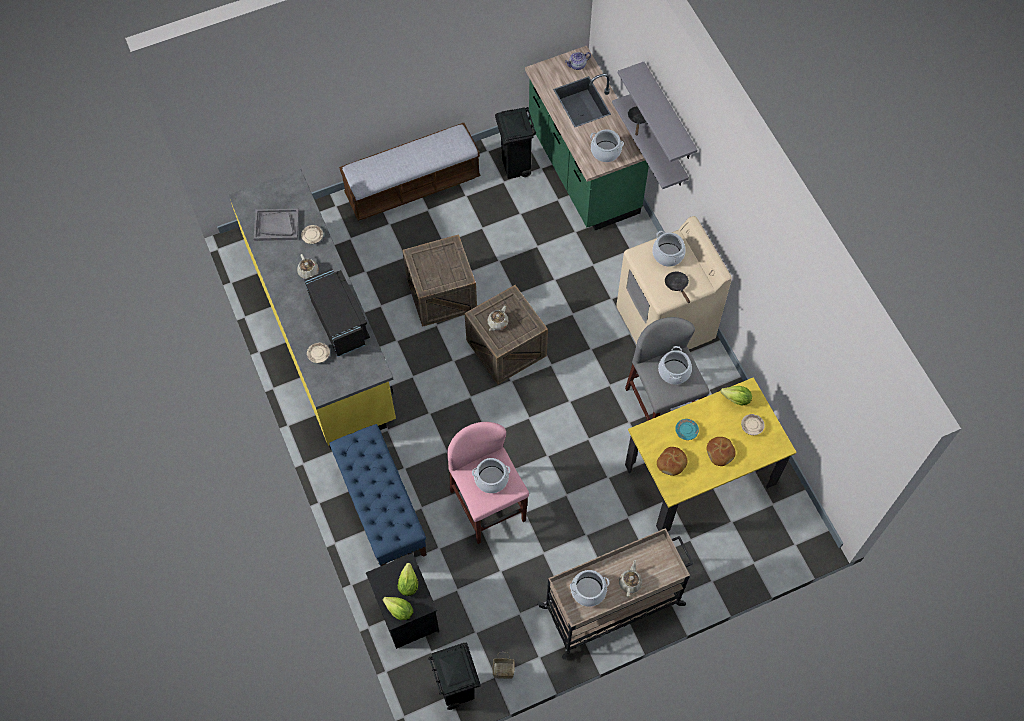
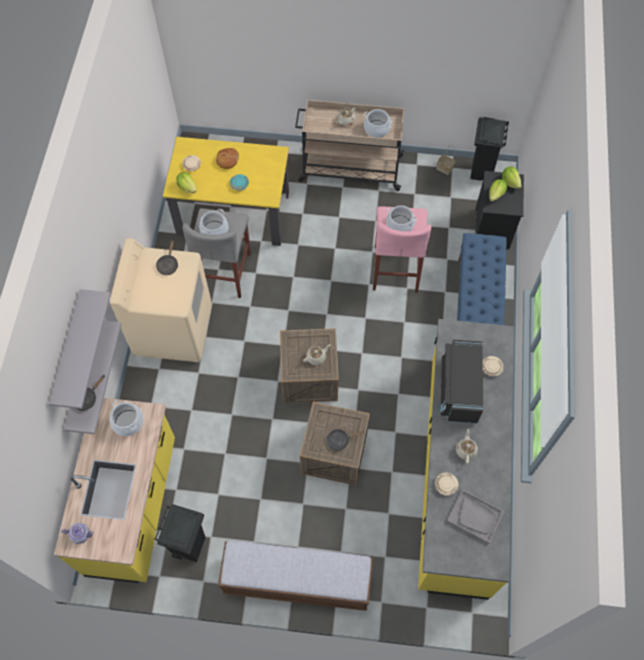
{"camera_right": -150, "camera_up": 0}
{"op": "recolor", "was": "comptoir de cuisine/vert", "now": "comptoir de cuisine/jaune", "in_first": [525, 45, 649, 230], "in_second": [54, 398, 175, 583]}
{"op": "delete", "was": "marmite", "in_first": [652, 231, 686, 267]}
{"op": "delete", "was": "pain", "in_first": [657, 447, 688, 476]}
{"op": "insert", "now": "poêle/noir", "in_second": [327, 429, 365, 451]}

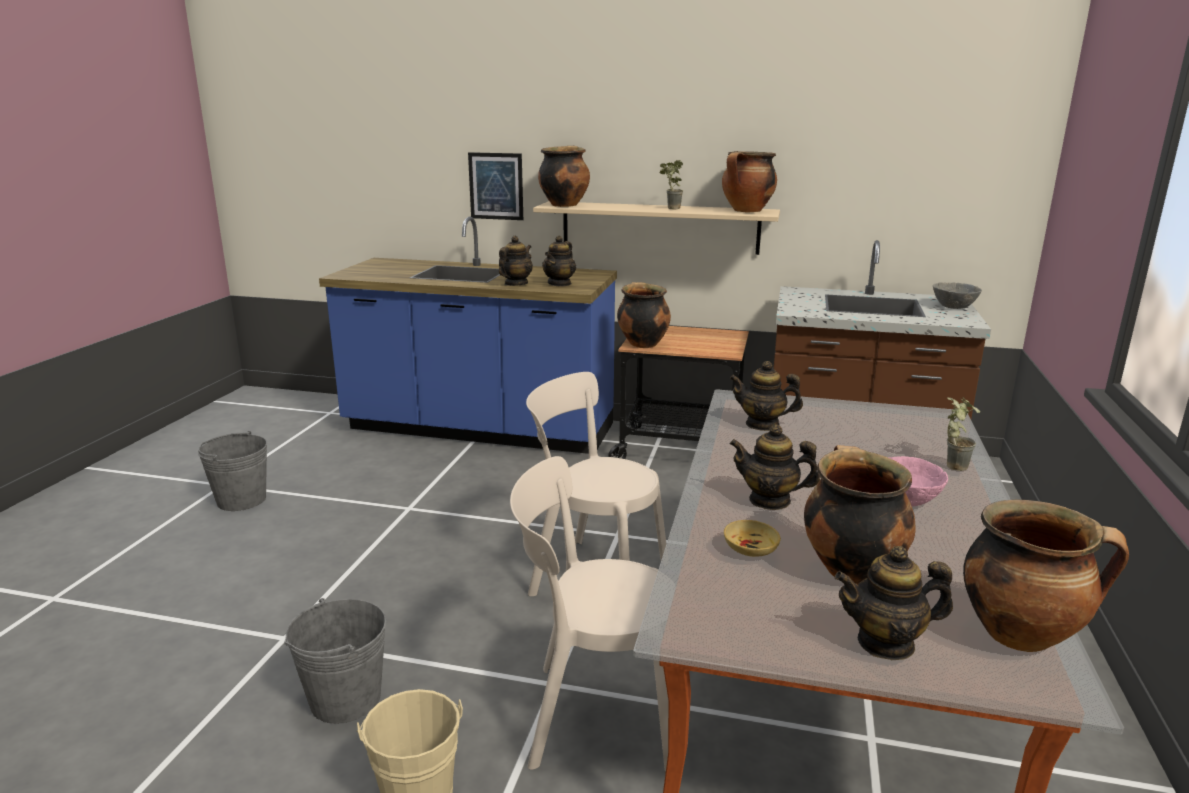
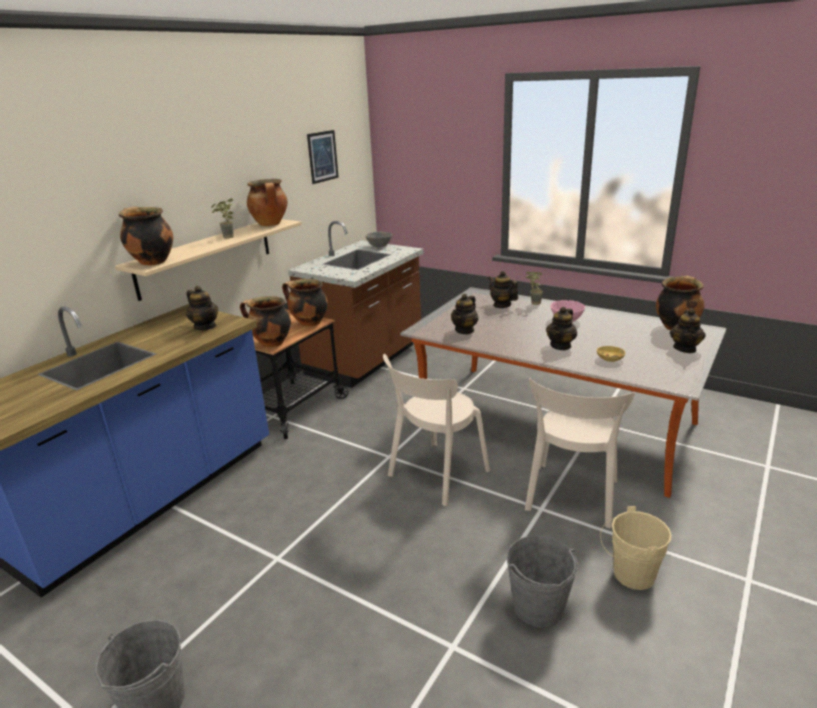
{"camera_right": -70, "camera_up": 5}
{"op": "move", "was": "tableau", "in_first": [468, 152, 523, 220], "in_second": [307, 130, 339, 184]}
{"op": "move", "was": "théière", "in_first": [499, 236, 533, 286], "in_second": [488, 271, 518, 308]}
{"op": "move", "was": "marmite", "in_first": [804, 445, 916, 584], "in_second": [282, 279, 328, 326]}

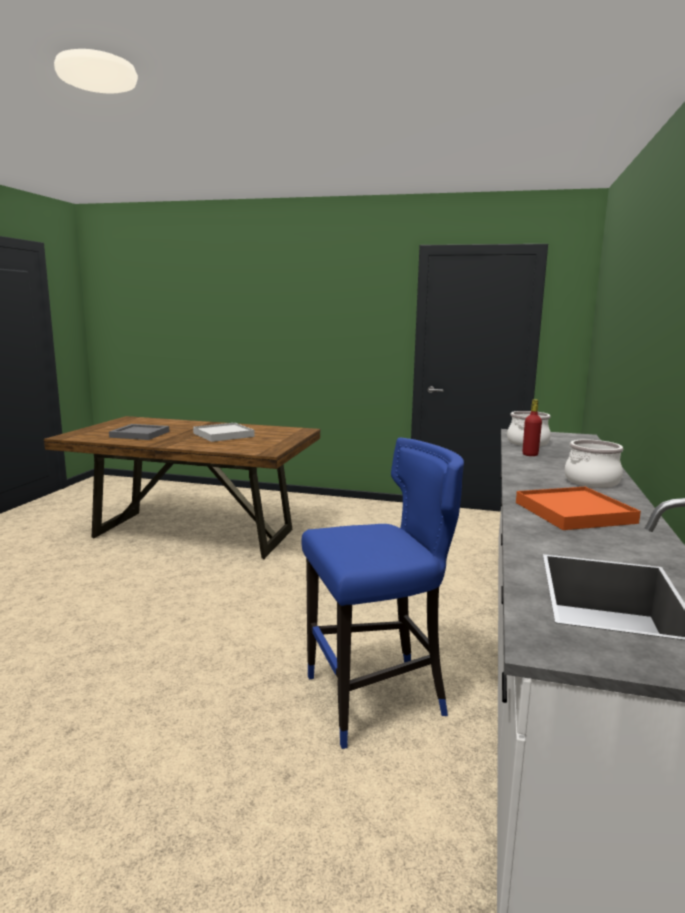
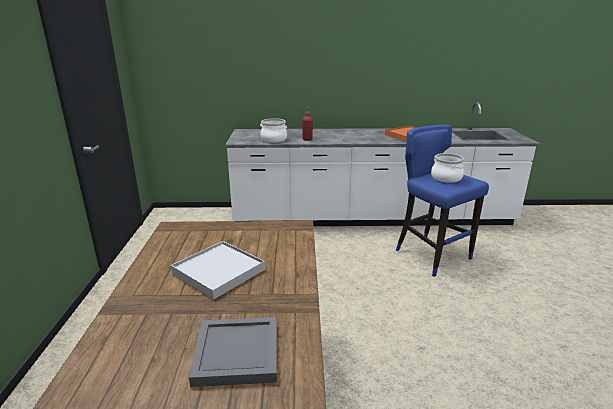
{"camera_right": -105, "camera_up": 10}
{"op": "move", "was": "marmite", "in_first": [565, 439, 623, 488], "in_second": [431, 153, 464, 183]}

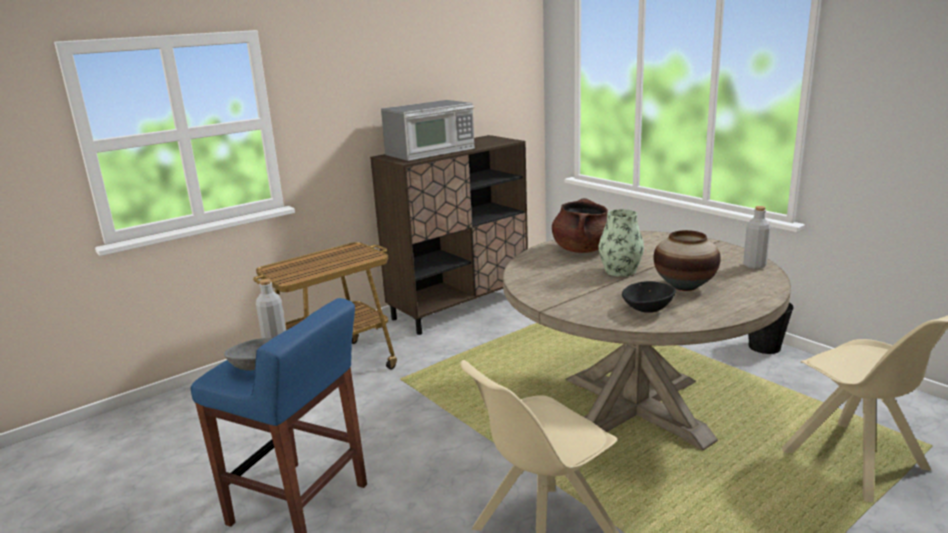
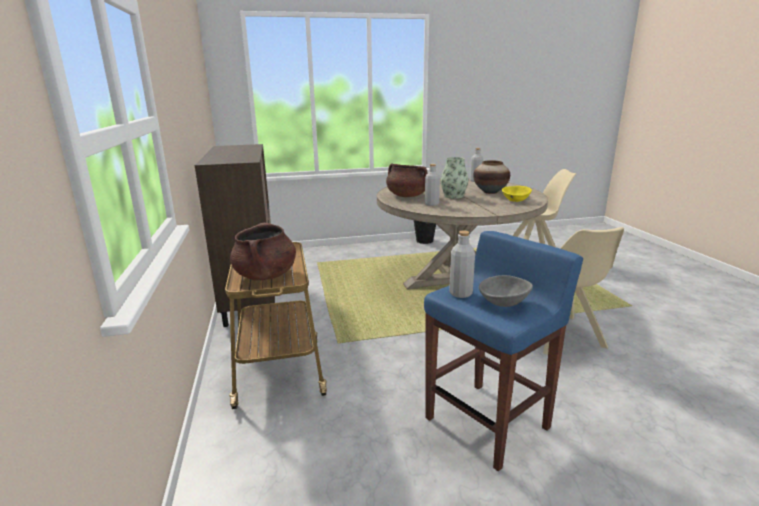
{"camera_right": -65, "camera_up": 0}
{"op": "delete", "was": "micro-ondes", "in_first": [381, 100, 475, 161]}
{"op": "recolor", "was": "bol/noir", "now": "bol/jaune", "in_first": [622, 281, 676, 313], "in_second": [502, 186, 532, 202]}
{"op": "insert", "now": "marmite/marron", "in_second": [230, 223, 296, 281]}
{"op": "insert", "now": "bouteille/gris", "in_second": [425, 164, 440, 206]}

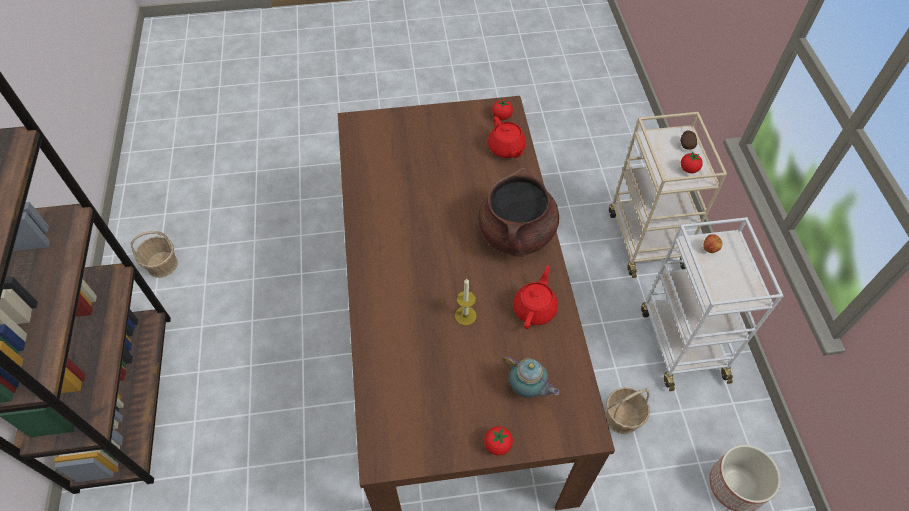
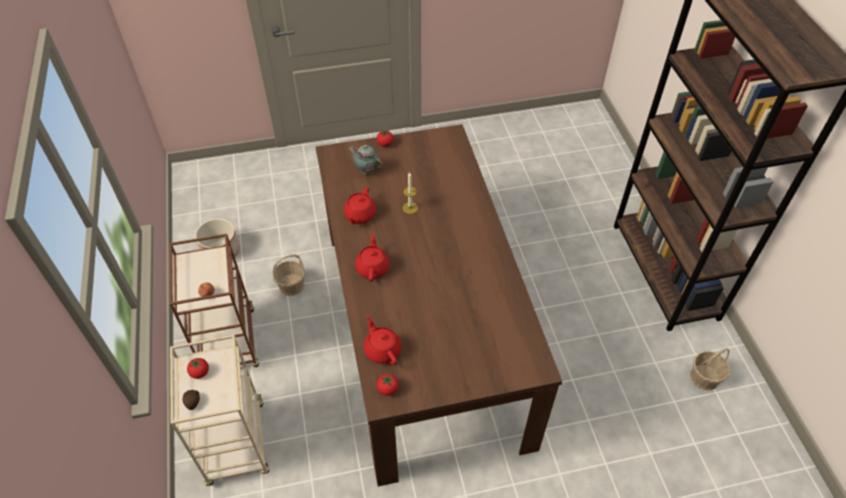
{"camera_right": 175, "camera_up": -5}
{"op": "replace", "was": "marmite/marron", "now": "théière/rouge", "in_first": [479, 167, 559, 257], "in_second": [355, 233, 390, 282]}
{"op": "recolor", "was": "chariot/blanc", "now": "chariot/marron", "in_first": [641, 217, 783, 391], "in_second": [169, 234, 259, 367]}

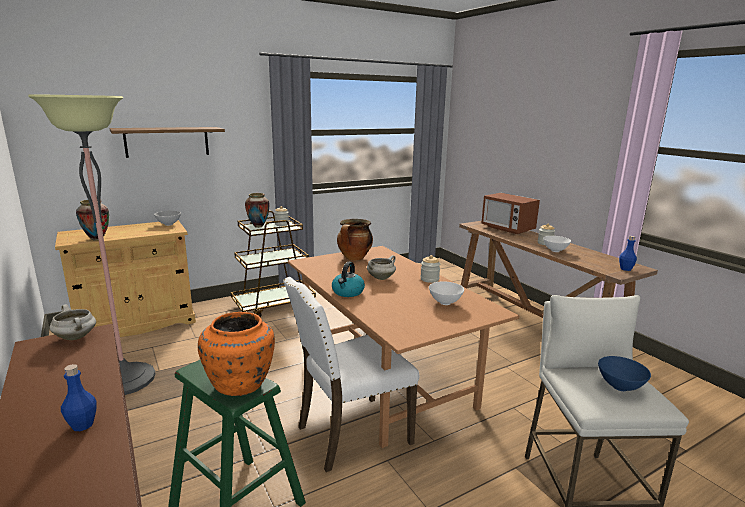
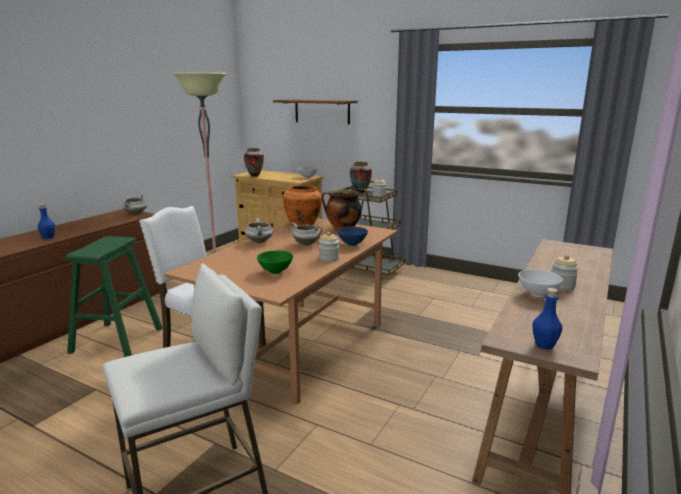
{"camera_right": 60, "camera_up": 0}
{"op": "move", "was": "vase/orange", "in_first": [198, 312, 275, 396], "in_second": [283, 185, 322, 226]}
{"op": "replace", "was": "bouilloire", "now": "marmite/blanc", "in_first": [332, 262, 365, 297], "in_second": [244, 218, 273, 243]}
{"op": "recolor", "was": "bol/blanc", "now": "bol/vert", "in_first": [429, 281, 464, 305], "in_second": [257, 251, 293, 274]}
{"op": "delete", "was": "micro-ondes", "in_first": [481, 193, 540, 234]}
{"op": "move", "was": "bol/bleu", "in_first": [598, 356, 651, 391], "in_second": [337, 227, 368, 246]}

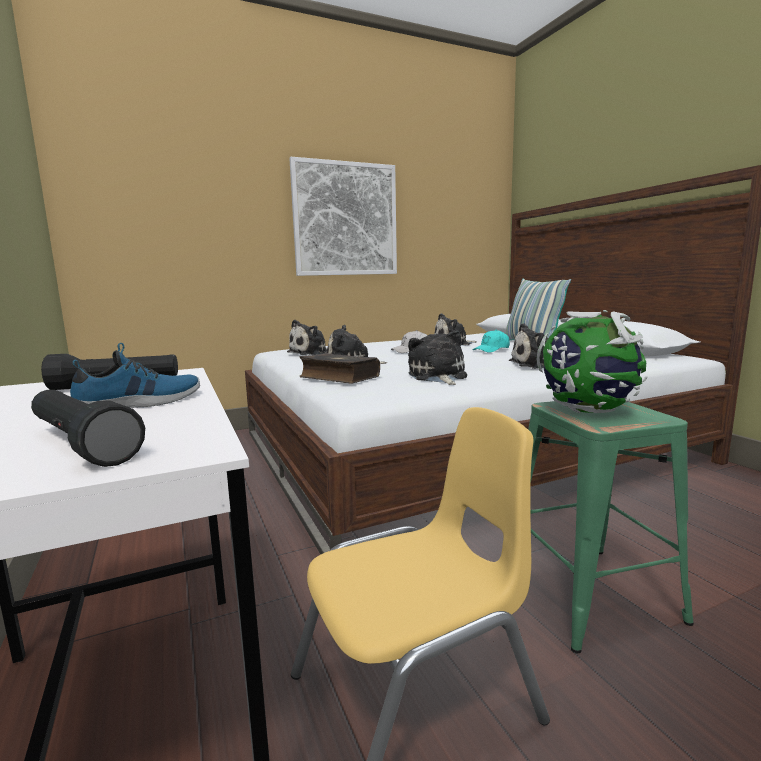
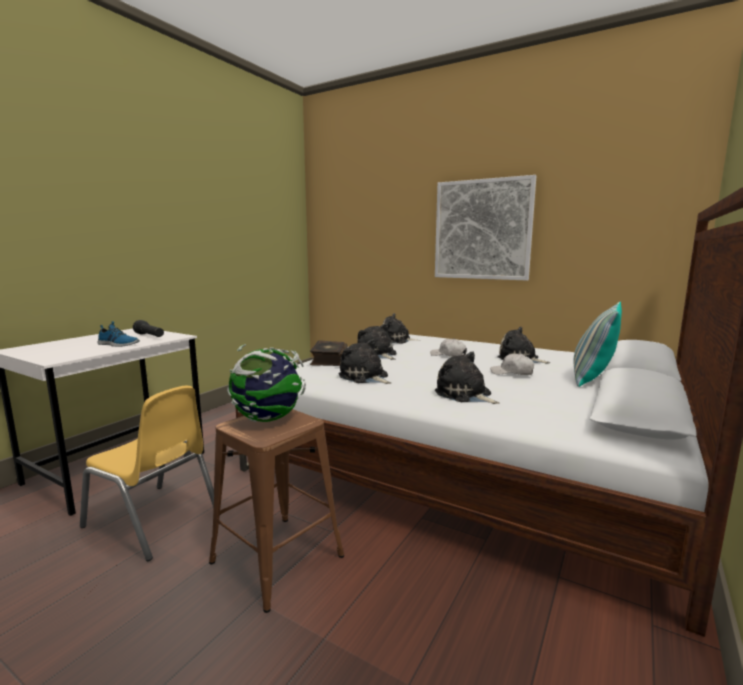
{"camera_right": 55, "camera_up": 0}
{"op": "delete", "was": "lampe de poche/noir", "in_first": [31, 390, 145, 467]}
{"op": "rotate", "was": "peluche", "in_first": [408, 330, 467, 385], "in_second": [339, 339, 391, 384], "clockwise": -90}
{"op": "recolor", "was": "casquette/turquoise", "now": "casquette/blanc", "in_first": [473, 330, 510, 353], "in_second": [490, 353, 534, 375]}
{"op": "recolor", "was": "tabouret/vert", "now": "tabouret/marron", "in_first": [528, 401, 694, 653], "in_second": [209, 409, 344, 613]}

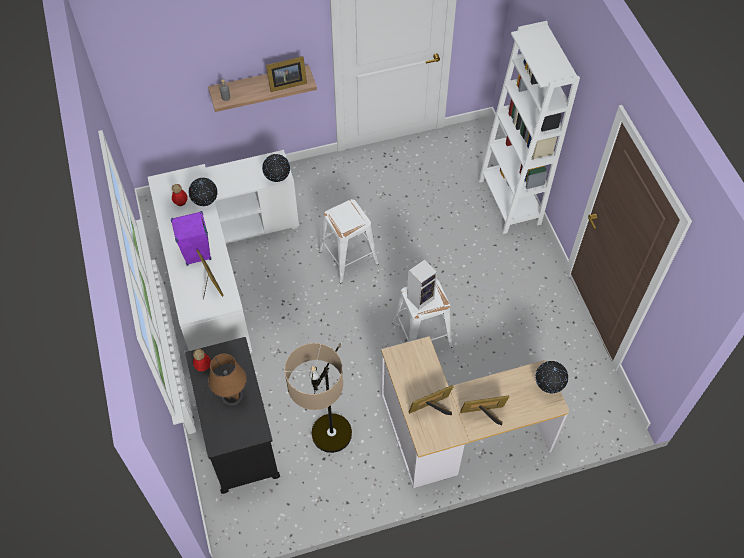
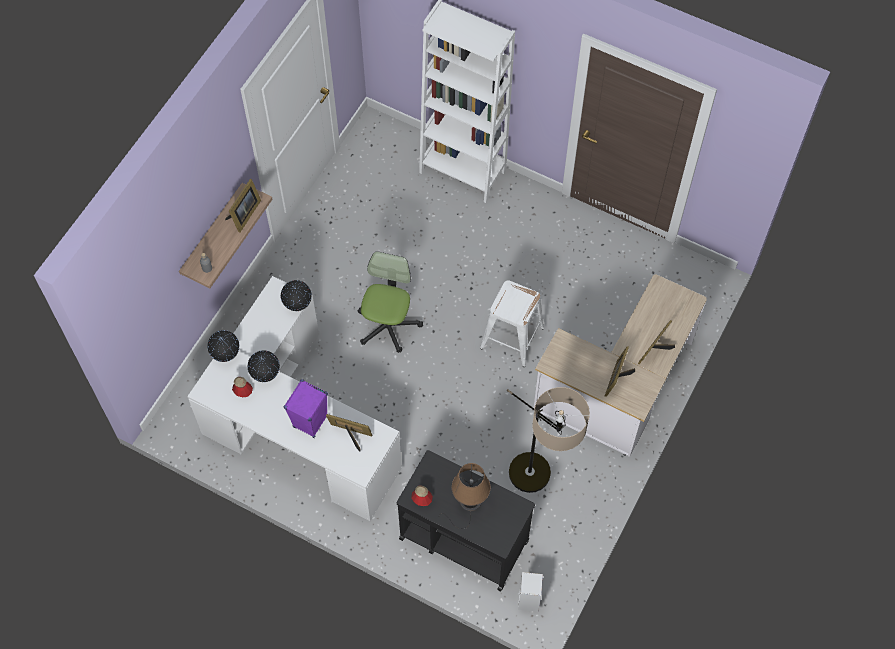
{"camera_right": -45, "camera_up": 5}
{"op": "replace", "was": "tabouret/blanc", "now": "chaise de bureau", "in_first": [319, 199, 379, 284], "in_second": [358, 251, 423, 353]}
{"op": "move", "was": "enceinte", "in_first": [407, 260, 437, 310], "in_second": [518, 572, 543, 612]}
{"op": "move", "was": "globe", "in_first": [535, 361, 568, 393], "in_second": [207, 330, 240, 362]}

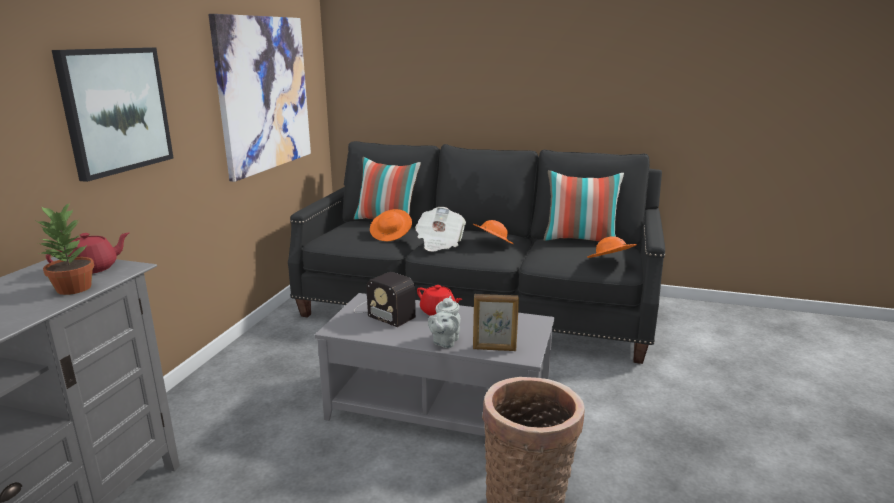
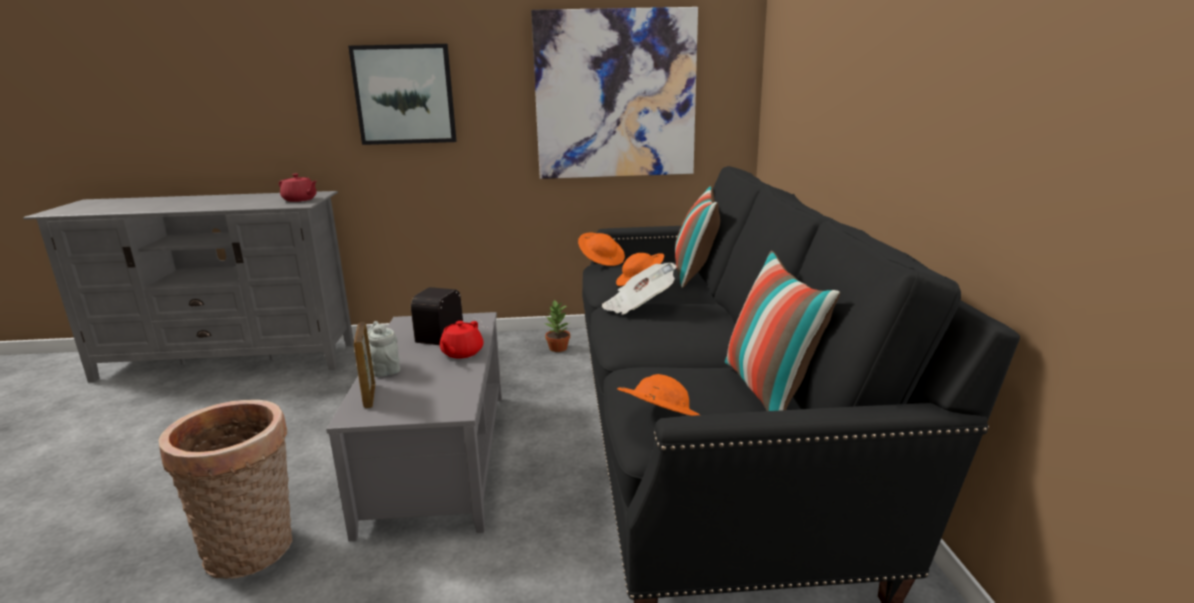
{"camera_right": 70, "camera_up": 0}
{"op": "move", "was": "plante en pot", "in_first": [36, 202, 94, 295], "in_second": [545, 299, 570, 352]}
{"op": "rotate", "was": "théière/gris", "in_first": [428, 296, 461, 348], "in_second": [367, 321, 400, 377], "clockwise": 60}
{"op": "move", "was": "chapeau/orange", "in_first": [473, 220, 513, 244], "in_second": [578, 233, 625, 266]}

